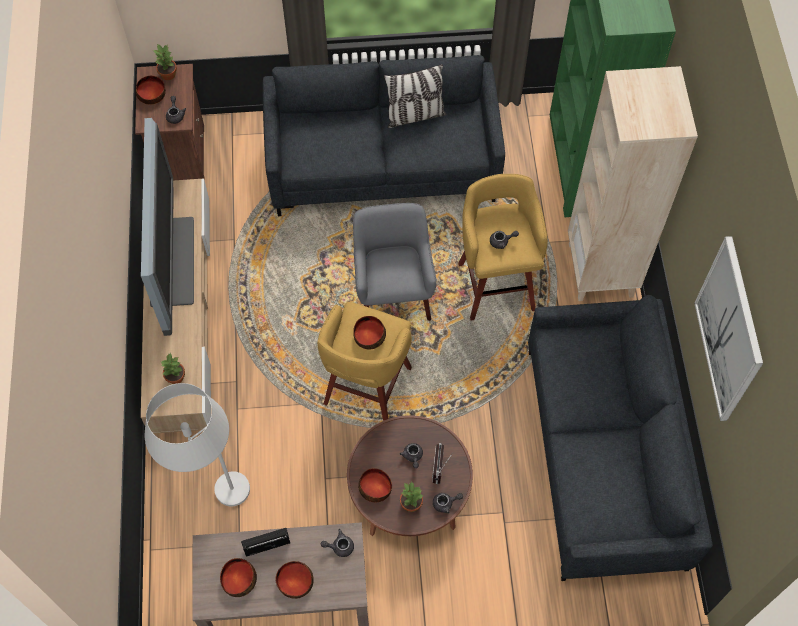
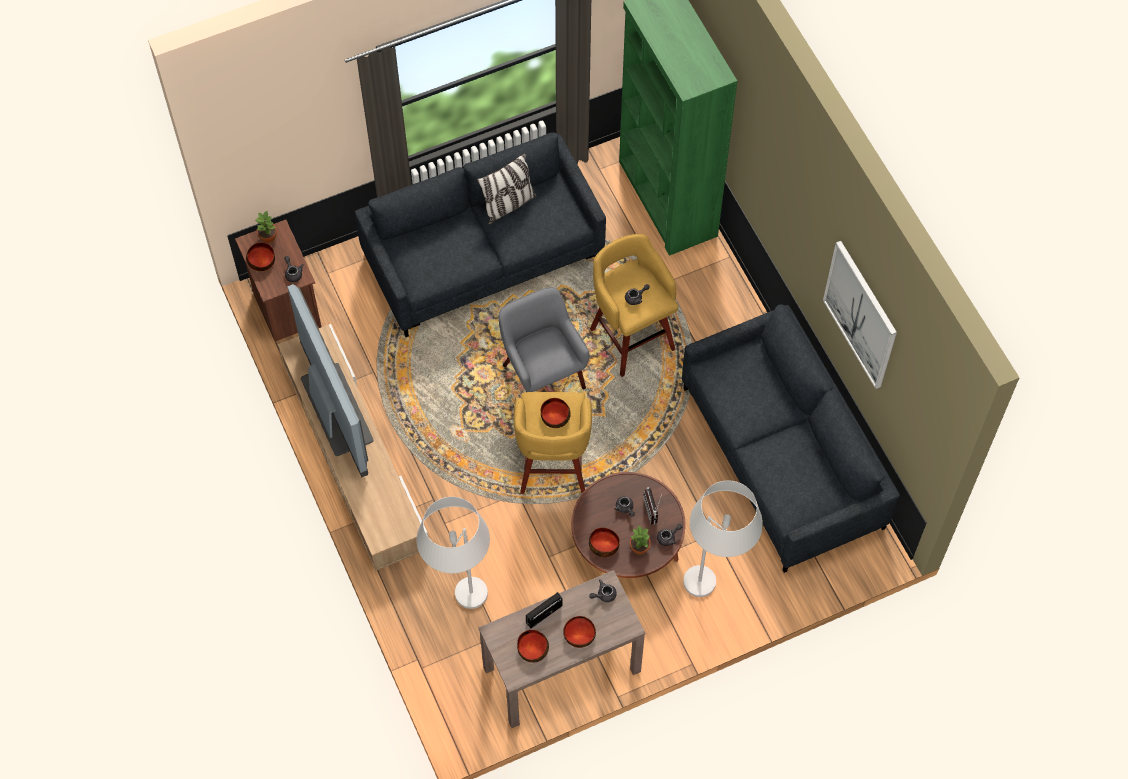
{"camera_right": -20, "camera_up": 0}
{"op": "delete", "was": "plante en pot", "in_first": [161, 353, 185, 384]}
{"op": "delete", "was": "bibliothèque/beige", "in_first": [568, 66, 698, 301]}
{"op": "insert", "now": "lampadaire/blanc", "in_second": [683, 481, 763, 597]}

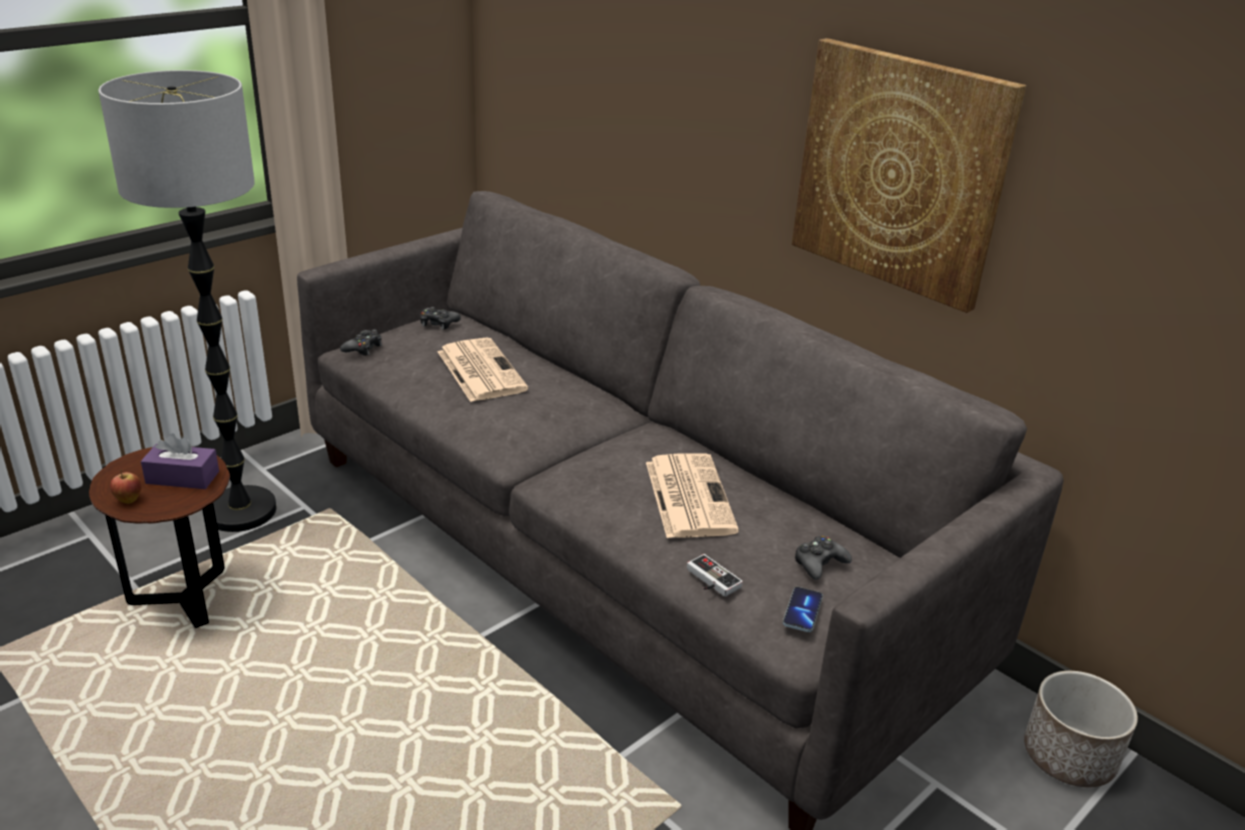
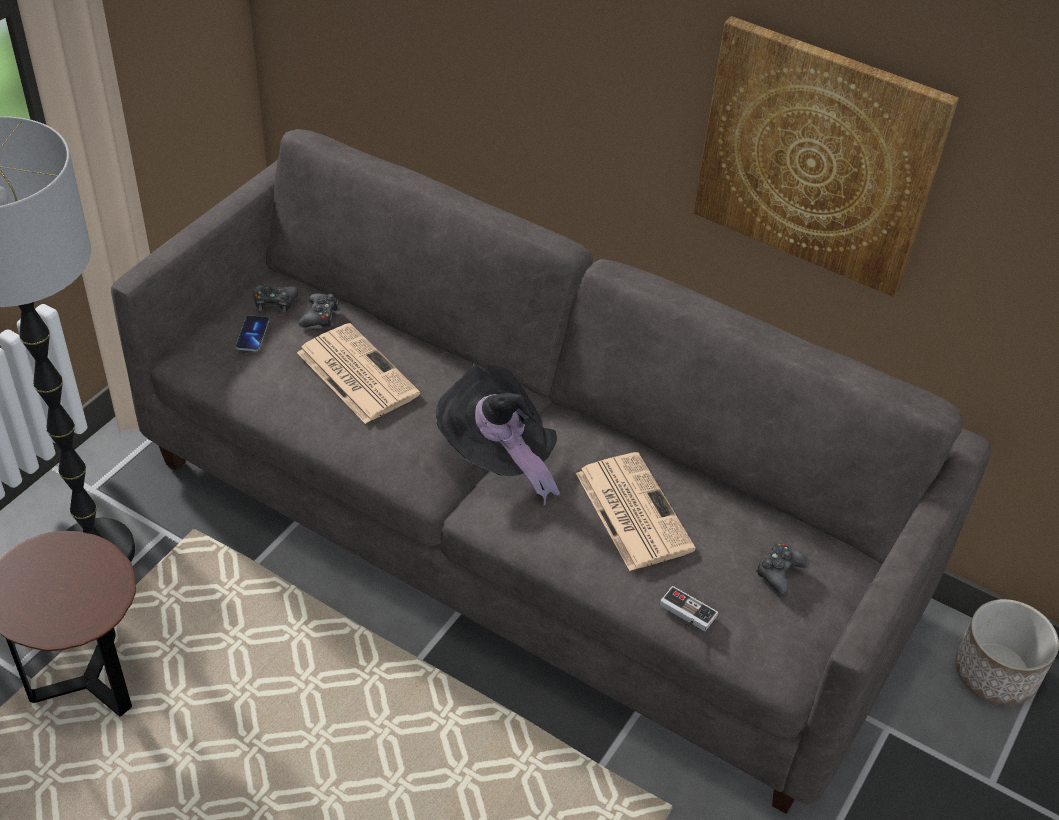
{"camera_right": -15, "camera_up": 15}
{"op": "delete", "was": "pomme", "in_first": [110, 469, 142, 503]}
{"op": "delete", "was": "boîte à mouchoirs/violet", "in_first": [141, 433, 219, 489]}
{"op": "move", "was": "manette/noir", "in_first": [340, 329, 382, 356], "in_second": [299, 293, 339, 327]}
{"op": "move", "was": "téléphone", "in_first": [783, 587, 823, 632], "in_second": [236, 315, 269, 351]}
{"op": "insert", "now": "chapeau/noir", "in_second": [436, 364, 560, 506]}

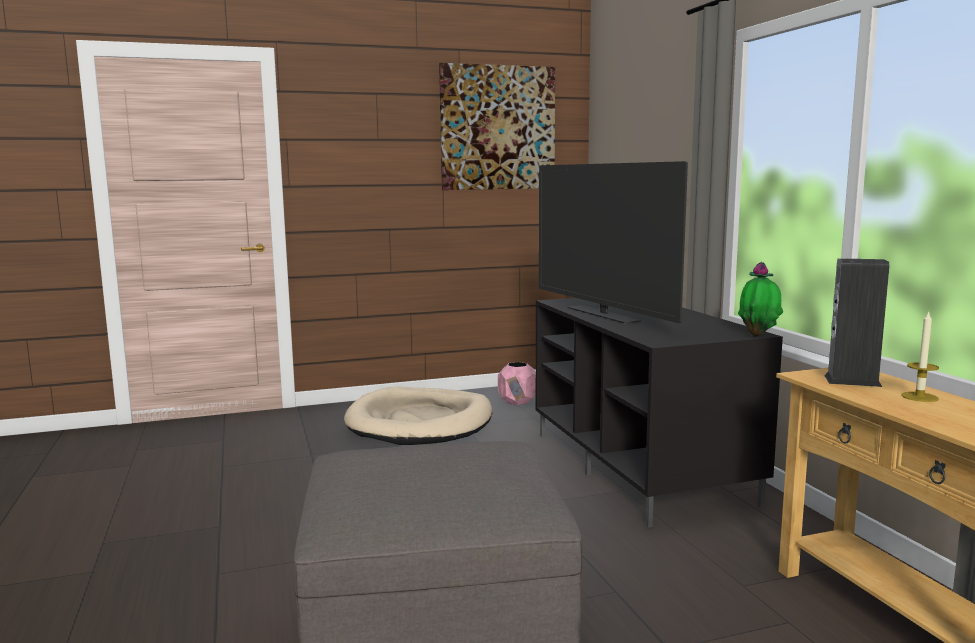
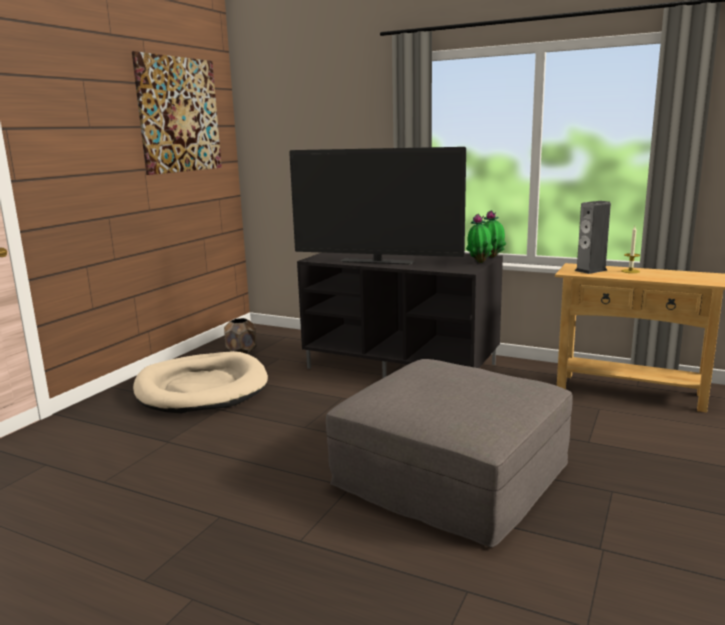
{"camera_right": -45, "camera_up": 5}
{"op": "recolor", "was": "cache-pot/rose", "now": "cache-pot/marron", "in_first": [498, 362, 536, 405], "in_second": [224, 318, 257, 354]}
{"op": "insert", "now": "plante en pot", "in_second": [466, 214, 493, 263]}

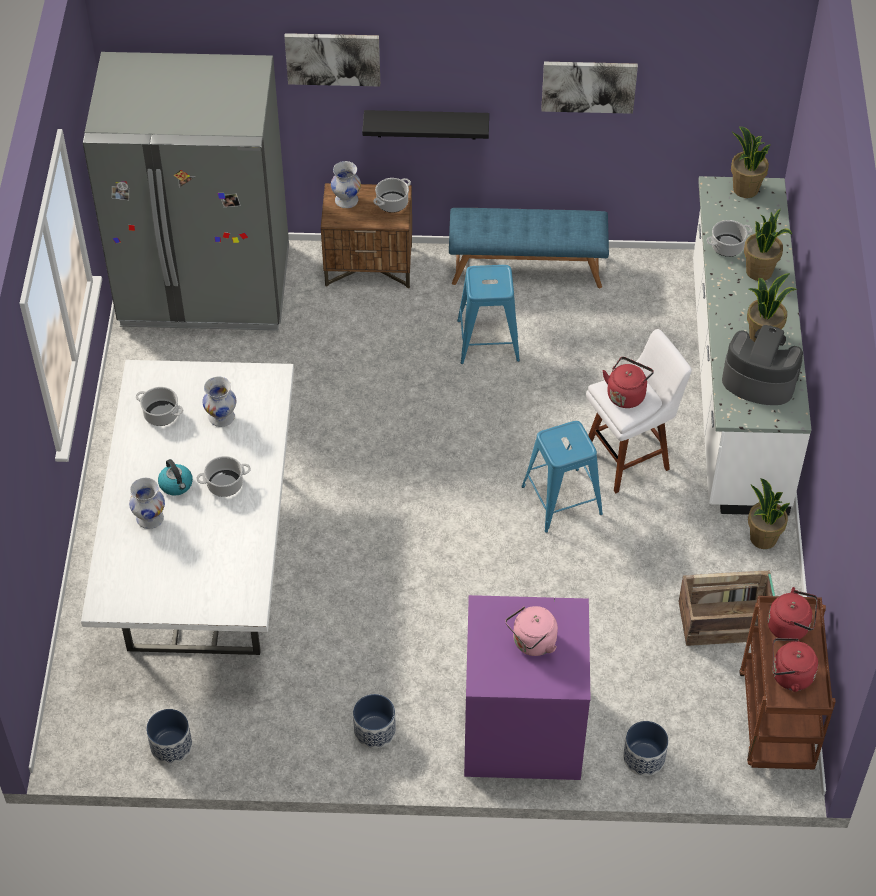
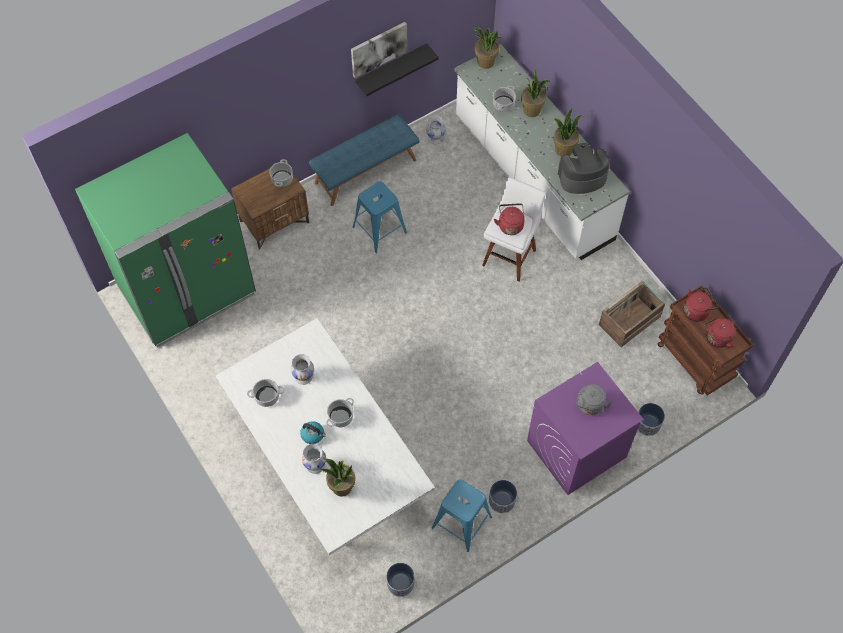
{"camera_right": -35, "camera_up": 10}
{"op": "recolor", "was": "réfrigérateur/gris", "now": "réfrigérateur/vert", "in_first": [83, 52, 289, 331], "in_second": [75, 133, 256, 348]}
{"op": "delete", "was": "tableau", "in_first": [284, 33, 380, 86]}
{"op": "move", "was": "vase/blanc", "in_first": [331, 161, 361, 208], "in_second": [426, 116, 446, 144]}
{"op": "move", "was": "étagère/noir", "in_first": [362, 110, 489, 139], "in_second": [355, 43, 438, 96]}
{"op": "recolor", "was": "bouilloire/rose", "now": "bouilloire/gris", "in_first": [505, 606, 558, 656], "in_second": [576, 384, 612, 415]}
{"op": "move", "was": "tabouret/bleu", "in_first": [522, 421, 603, 533], "in_second": [431, 479, 492, 552]}
{"op": "move", "was": "plante en pot", "in_first": [748, 478, 790, 549], "in_second": [321, 459, 355, 496]}

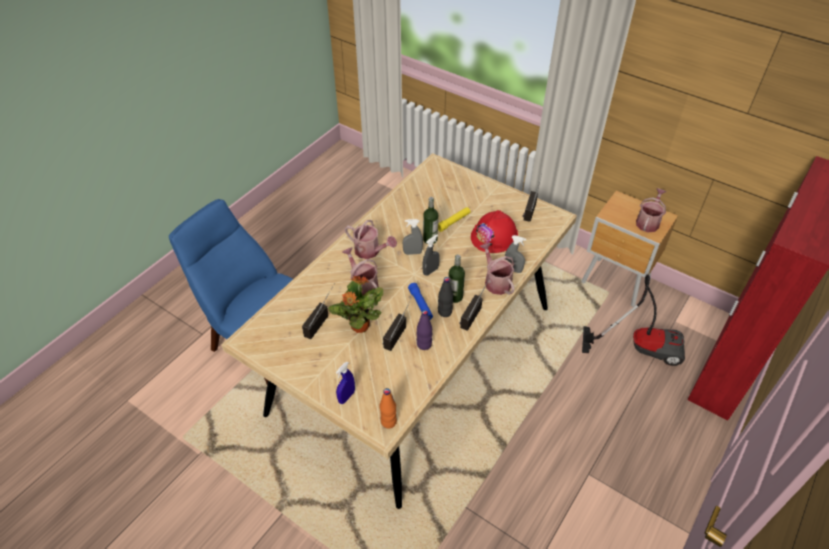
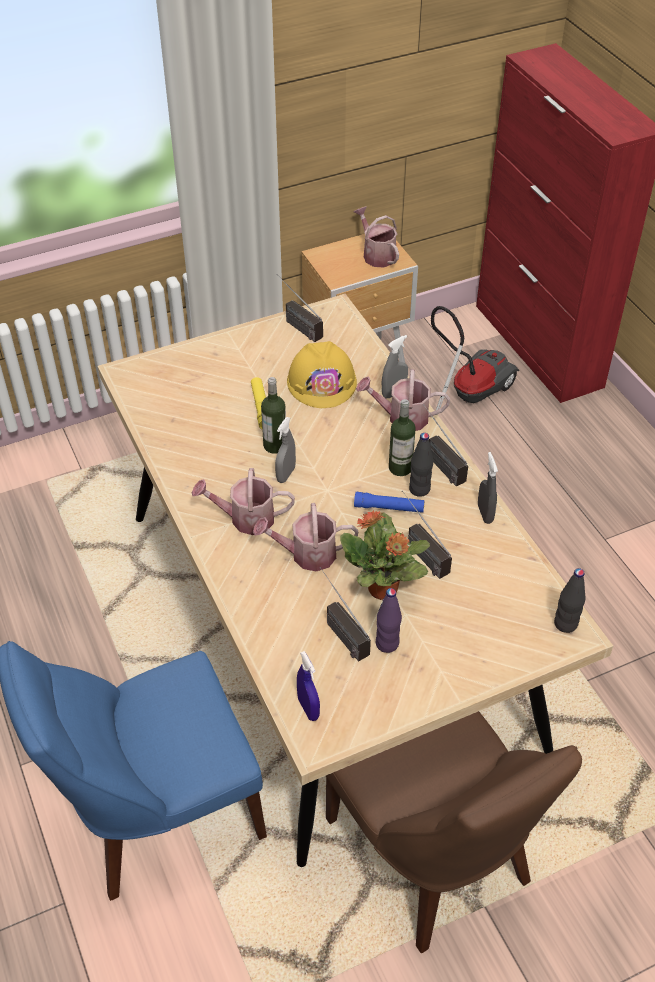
{"camera_right": -60, "camera_up": 0}
{"op": "move", "was": "vaporisateur/bleu", "in_first": [336, 361, 355, 404], "in_second": [297, 651, 320, 721]}
{"op": "rotate", "was": "arrosoir", "in_first": [345, 220, 397, 259], "in_second": [192, 468, 295, 535], "clockwise": -150}
{"op": "recolor", "was": "bouteille/orange", "now": "bouteille/noir", "in_first": [379, 388, 397, 429], "in_second": [554, 568, 586, 633]}
{"op": "move", "was": "bouteille/violet", "in_first": [417, 310, 432, 350], "in_second": [376, 588, 402, 653]}
{"op": "move", "was": "vaporisateur/gris", "in_first": [422, 234, 440, 276], "in_second": [478, 452, 498, 524]}
{"op": "recolor", "was": "casque de chantier/rouge", "now": "casque de chantier/jaune", "in_first": [471, 210, 518, 253], "in_second": [287, 341, 357, 408]}
{"op": "insert", "now": "chaise/marron", "in_second": [326, 711, 582, 953]}

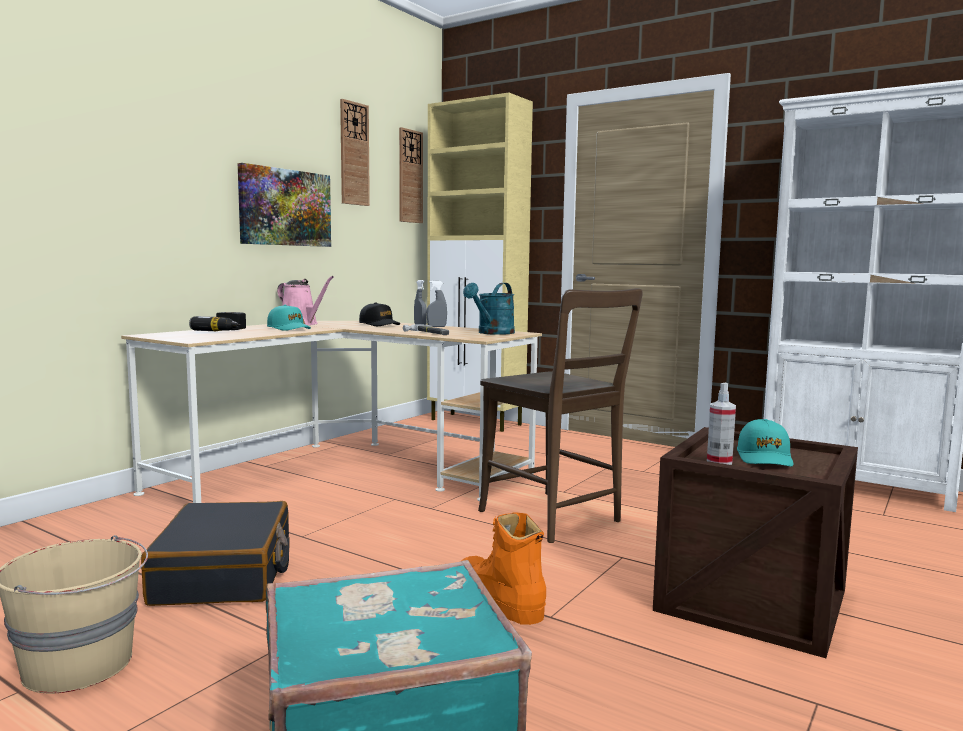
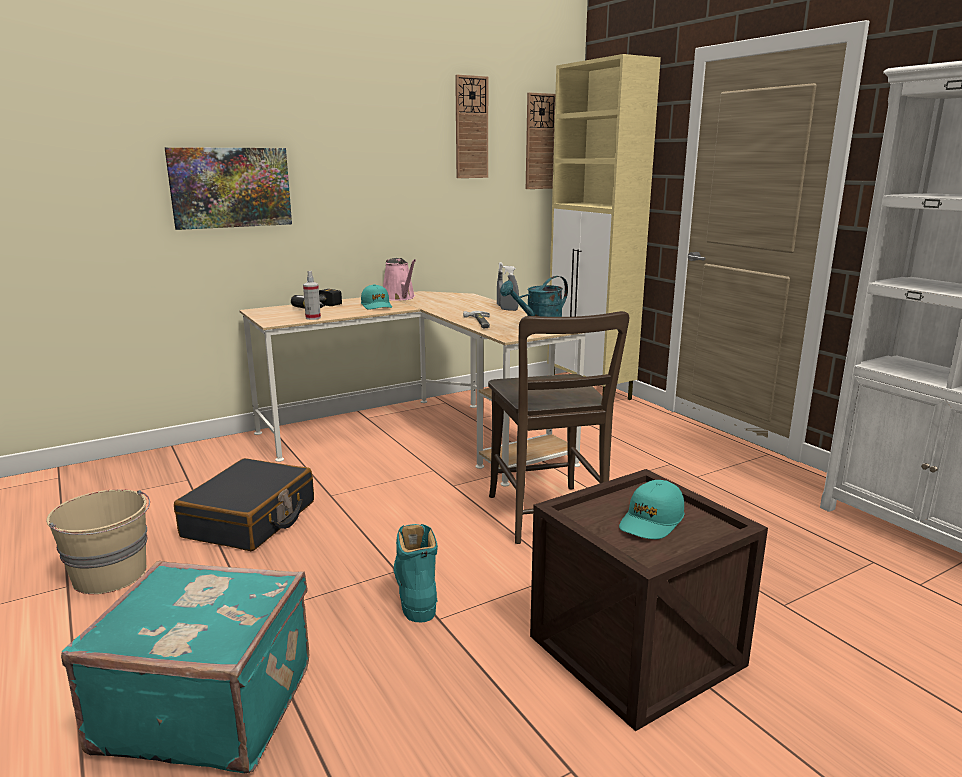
{"camera_right": 25, "camera_up": 10}
{"op": "move", "was": "tableau", "in_first": [238, 163, 331, 247], "in_second": [164, 147, 292, 230]}
{"op": "delete", "was": "casquette/noir", "in_first": [359, 302, 400, 326]}
{"op": "recolor", "was": "botte/orange", "now": "botte/turquoise", "in_first": [462, 512, 546, 625], "in_second": [393, 524, 438, 622]}
{"op": "move", "was": "vaporisateur", "in_first": [707, 383, 736, 465], "in_second": [303, 271, 321, 320]}

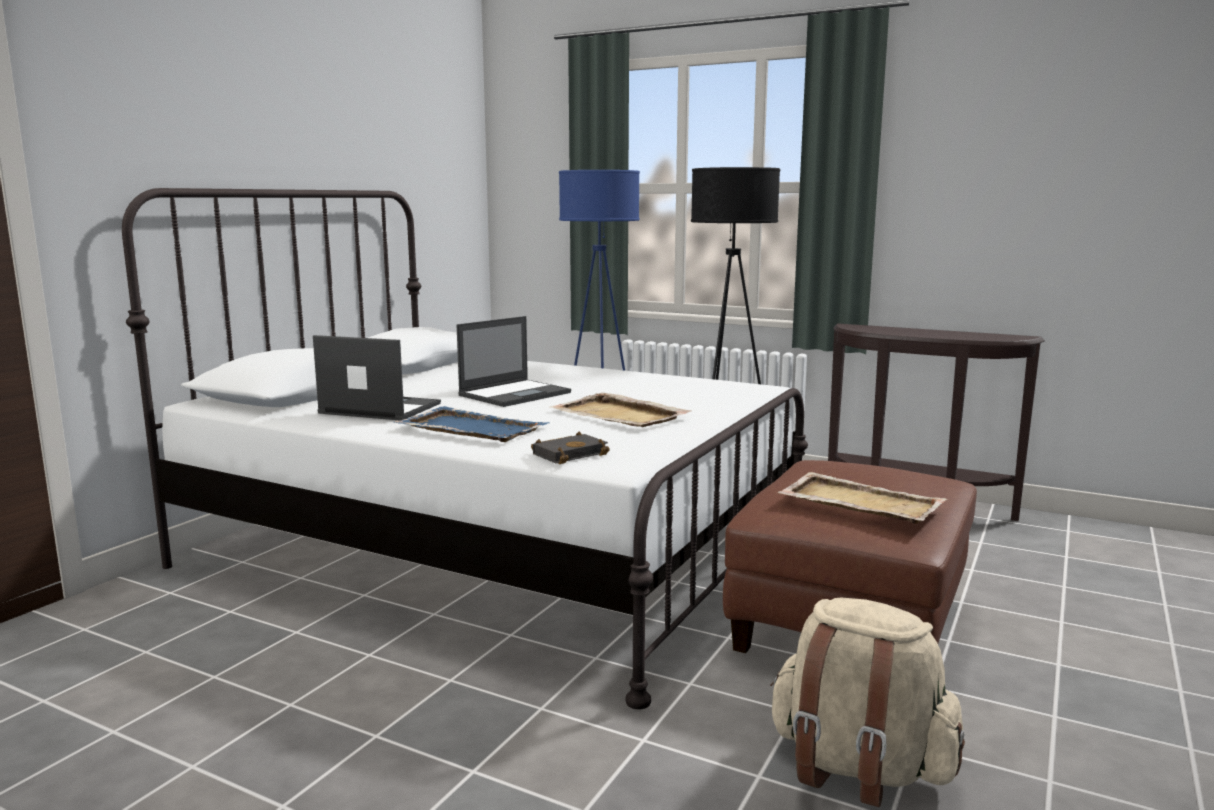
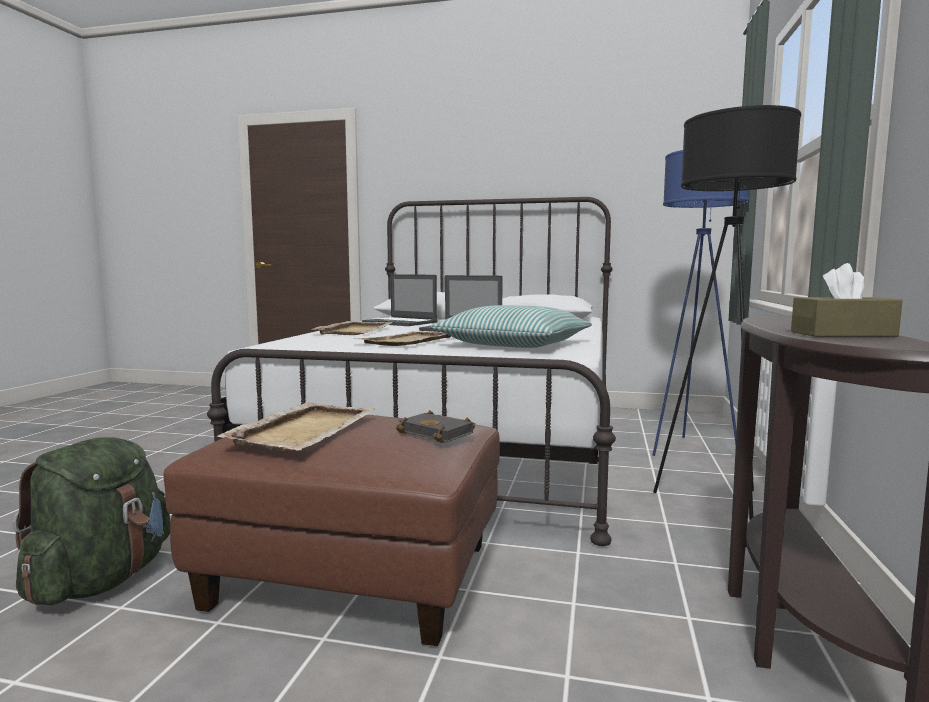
{"camera_right": 75, "camera_up": -5}
{"op": "rotate", "was": "ordinateur portable", "in_first": [313, 335, 441, 421], "in_second": [362, 274, 437, 326], "clockwise": 120}
{"op": "recolor", "was": "plateau/bleu", "now": "plateau/beige", "in_first": [394, 406, 549, 442], "in_second": [312, 321, 394, 335]}
{"op": "move", "was": "livre/noir", "in_first": [531, 431, 610, 464], "in_second": [396, 410, 475, 443]}
{"op": "recolor", "was": "sac à dos/beige", "now": "sac à dos/vert", "in_first": [770, 598, 965, 807], "in_second": [13, 437, 171, 605]}
{"op": "insert", "now": "coussin", "in_second": [431, 305, 592, 348]}
{"op": "insert", "now": "boîte à mouchoirs/marron", "in_second": [791, 263, 903, 337]}

